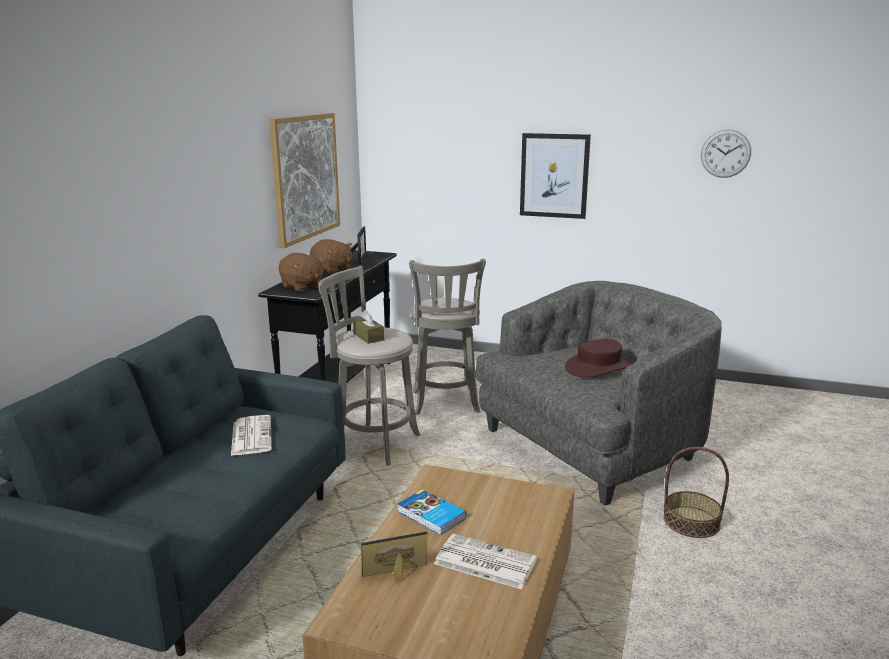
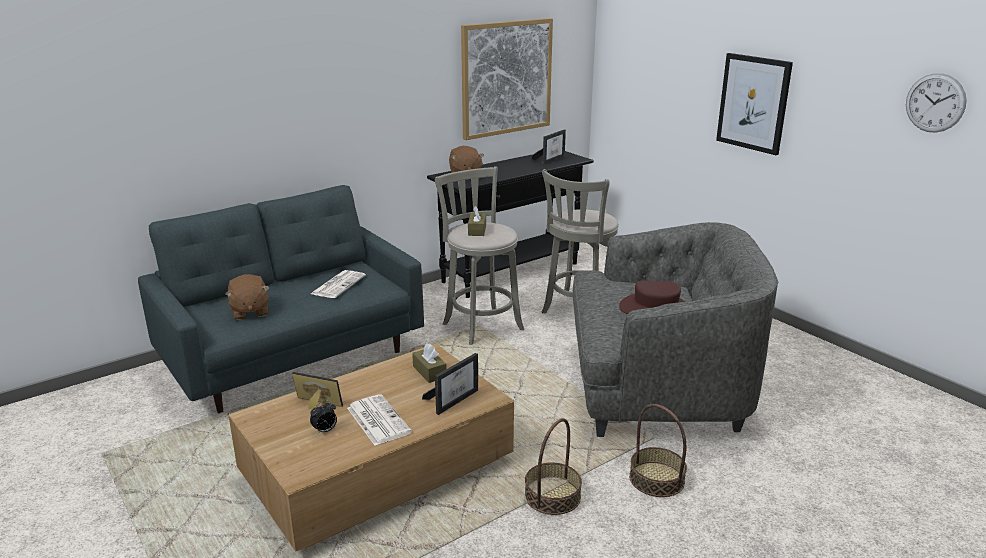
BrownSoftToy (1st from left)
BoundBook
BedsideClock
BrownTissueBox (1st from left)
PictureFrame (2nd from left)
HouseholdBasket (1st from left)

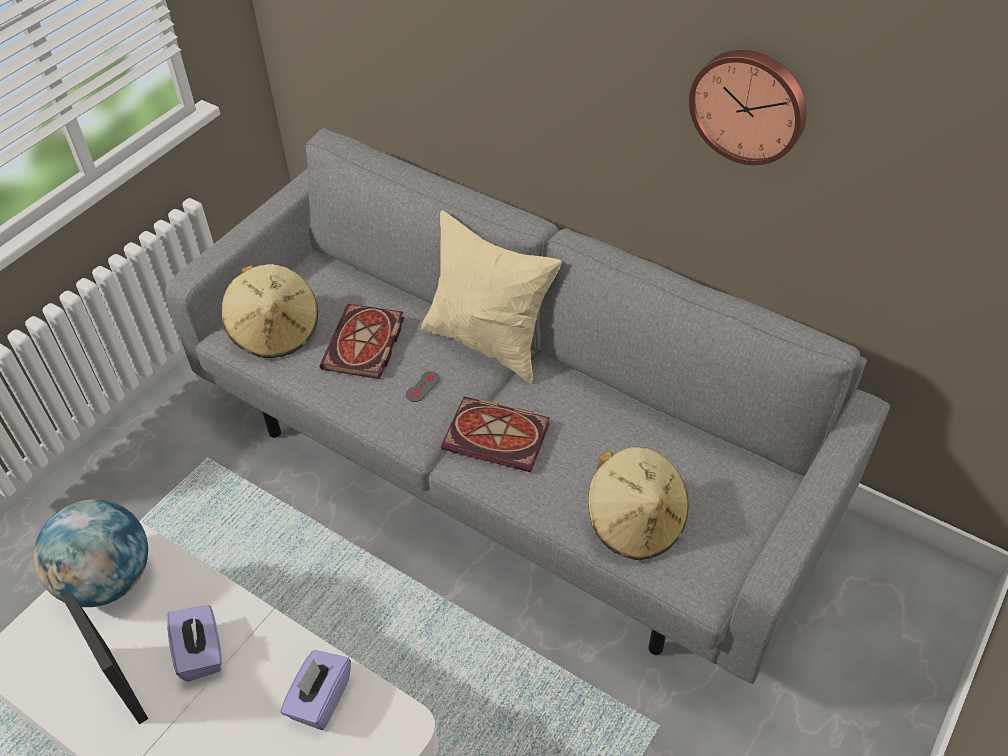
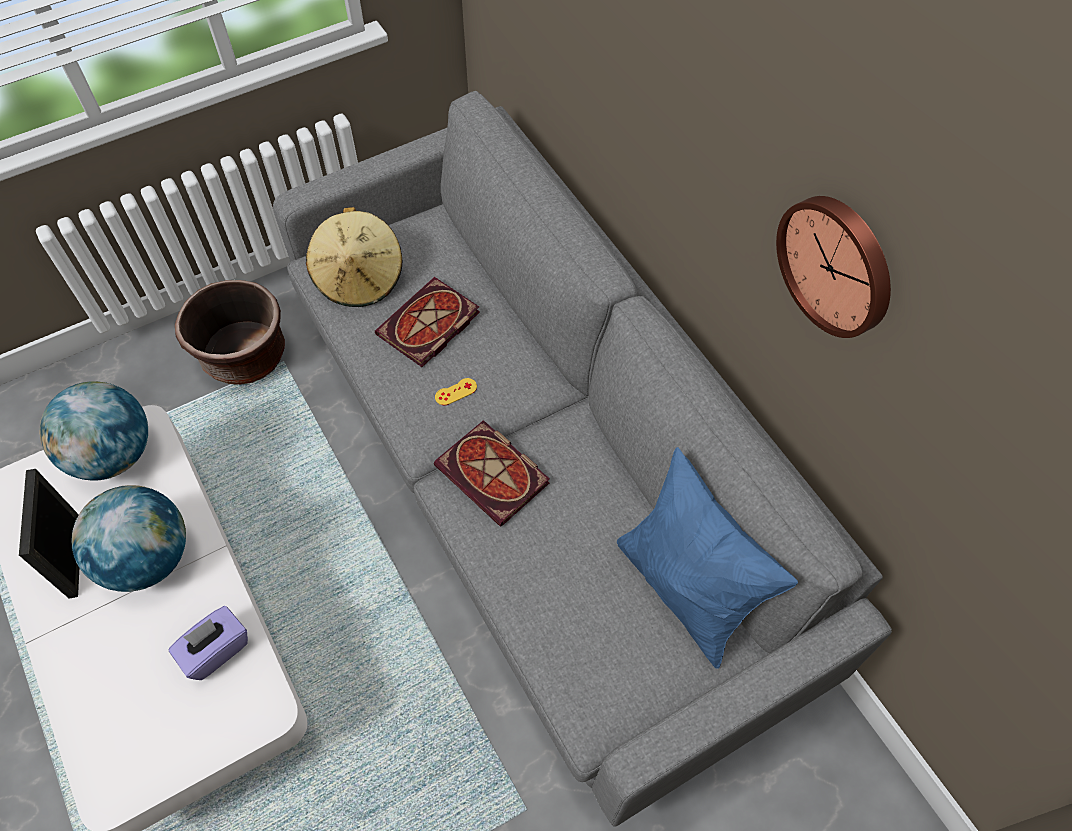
DeskGlobe (2nd from left)
YellowColouredGamepad
SandColouredPillow
SandColouredWearableHat (2nd from left in the first image)
BrownPlanter
BlueColouredPillow

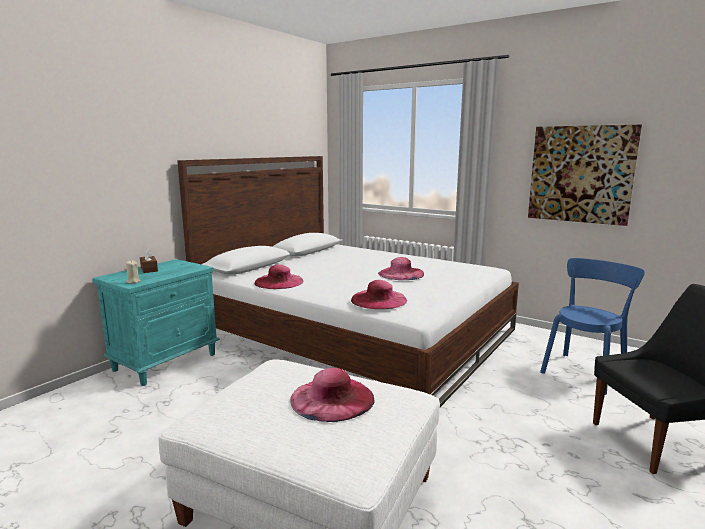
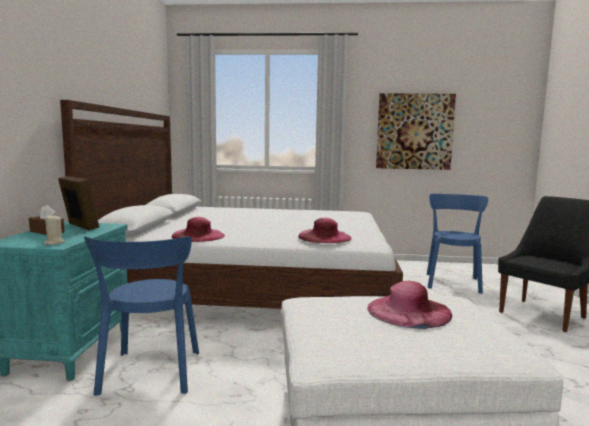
PinkWearableHat (4th from left in the first image)
PictureFrame
BlueColouredChair (1st from left)

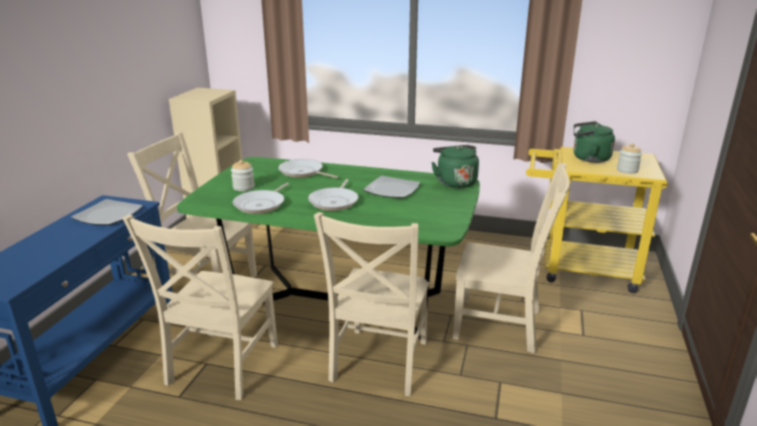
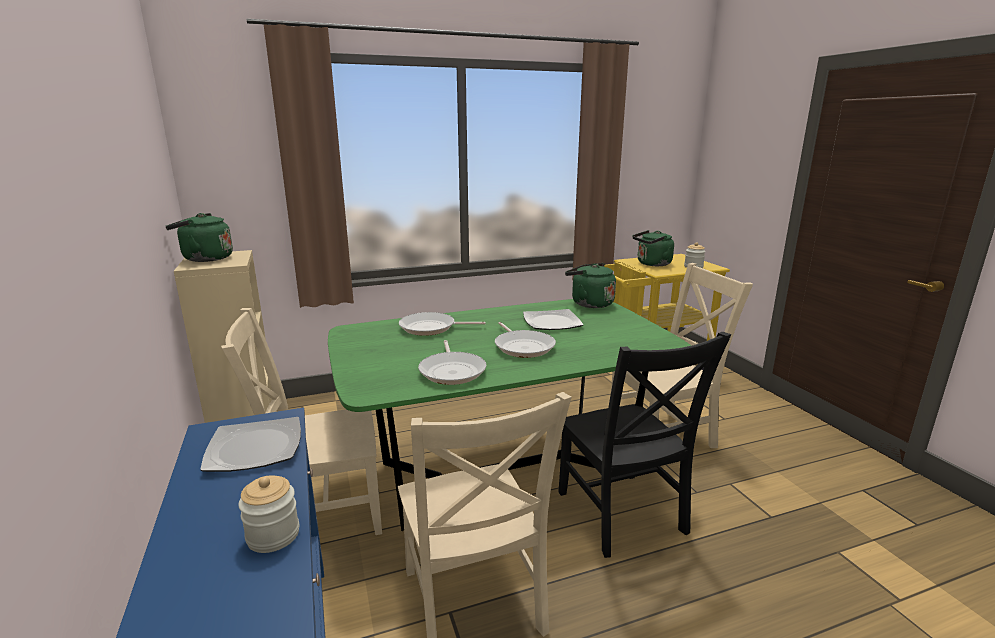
StorageJar (1st from left)
BlackChair
GreenColouredKettle (1st from left)

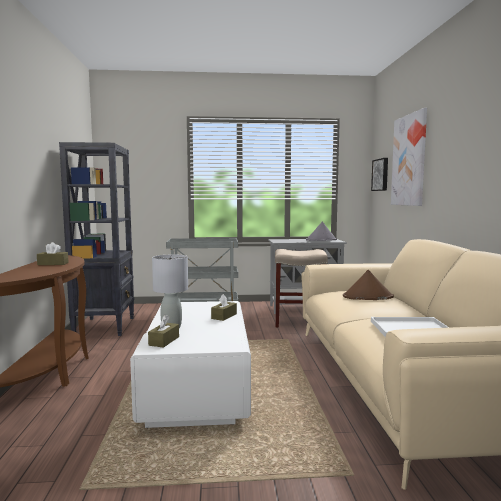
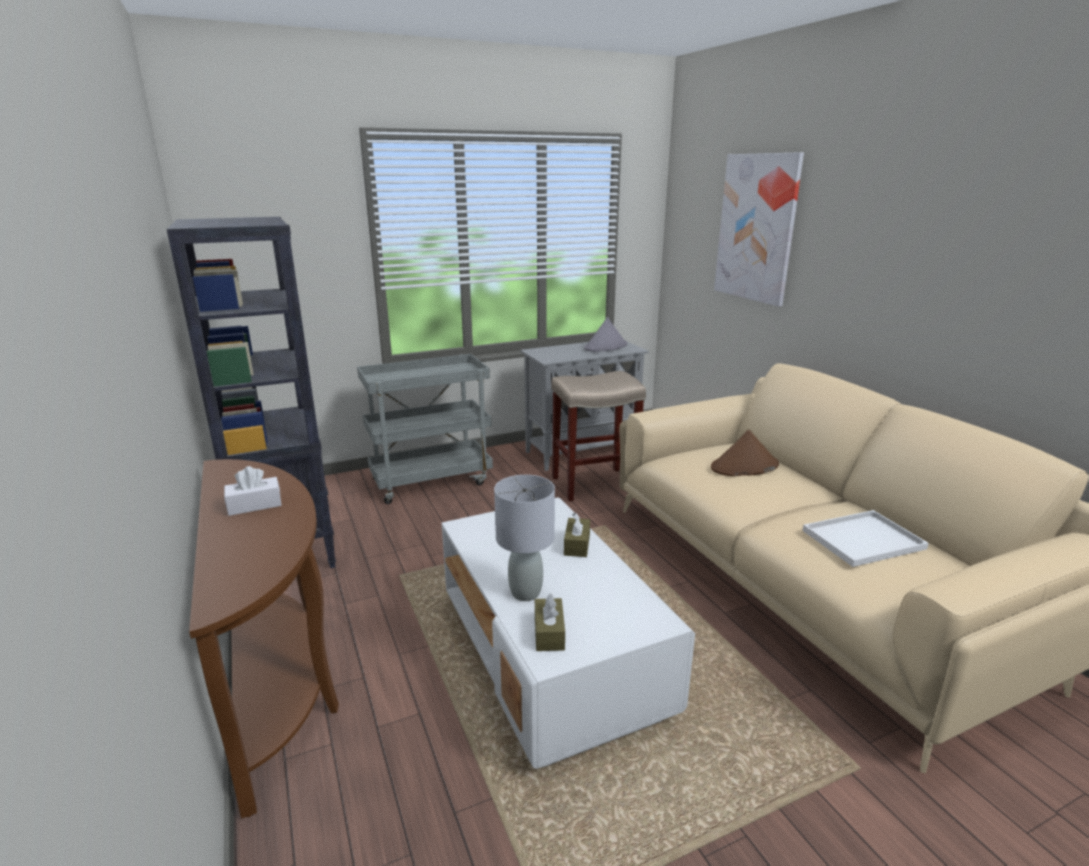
WhiteColouredTissueBox
WallPicture (1st from left in the first image)

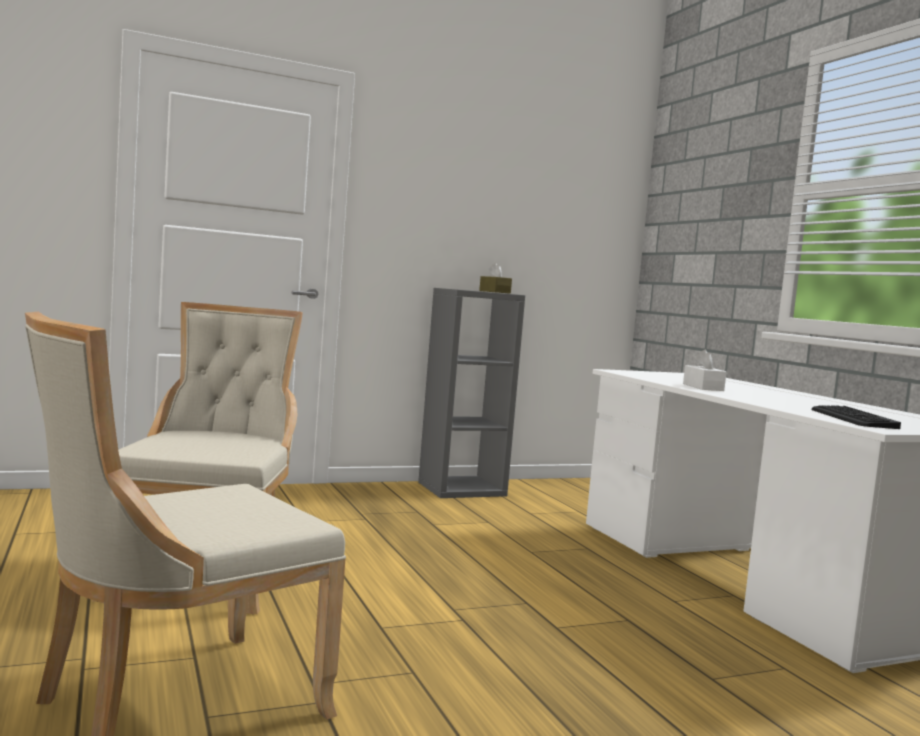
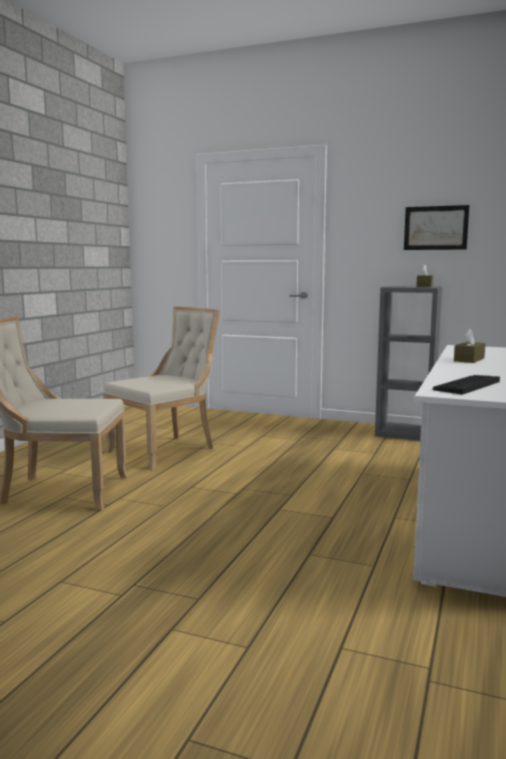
BrownTissueBox (2nd from left)
WallPicture

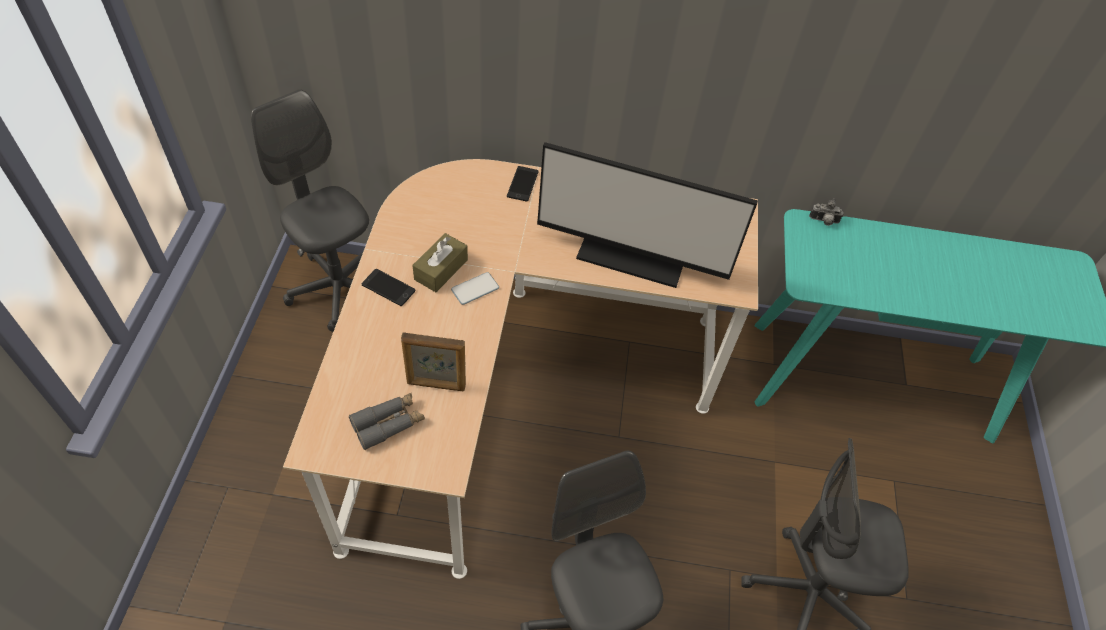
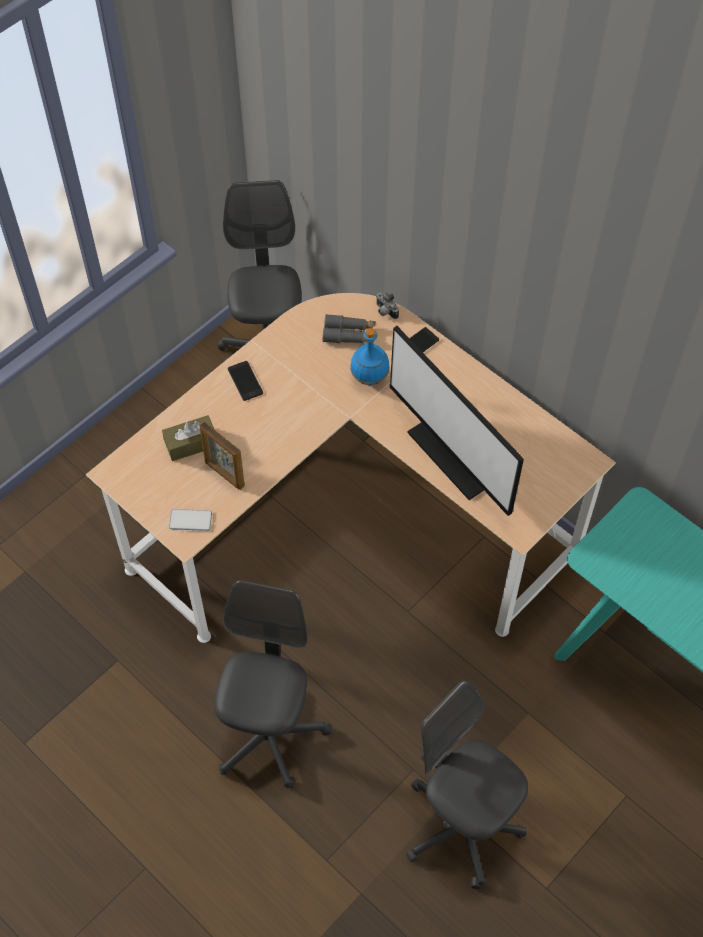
GreyishBinoculars
BrownTissueBox
Telephone (1st from left)
PhotoCamera
BlueColouredBeverageBottle

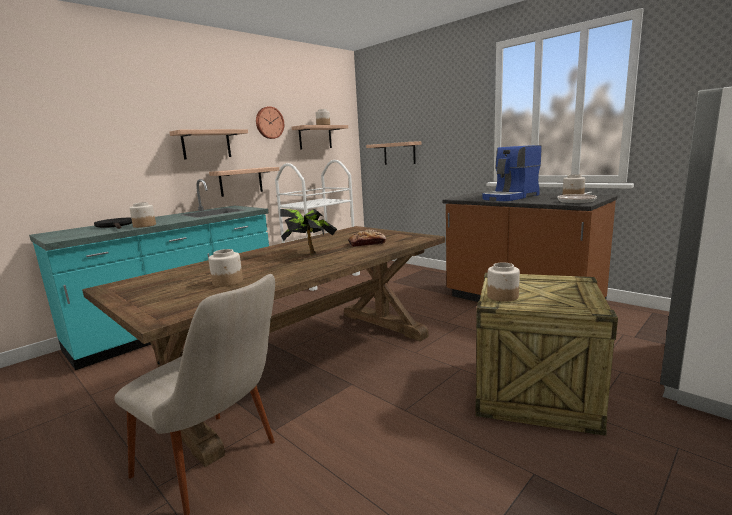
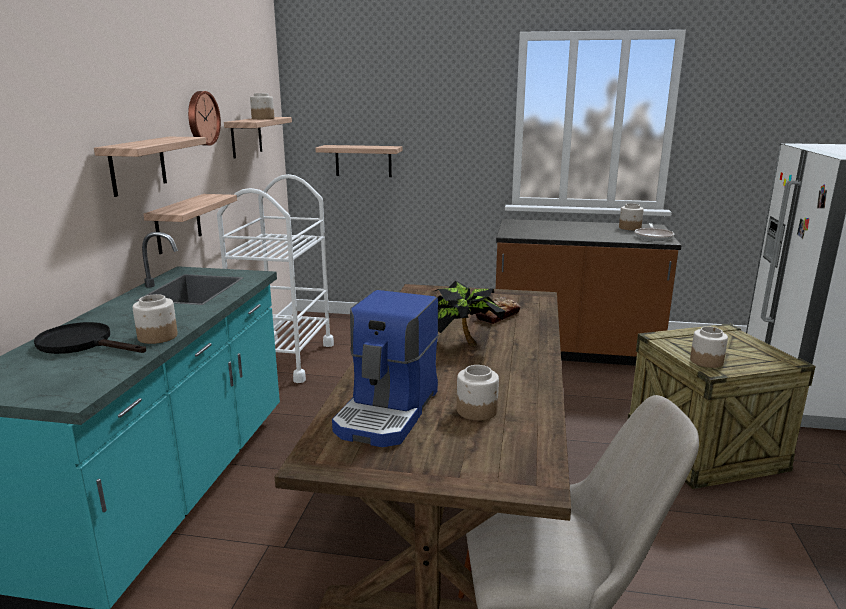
CoffeeBrewer

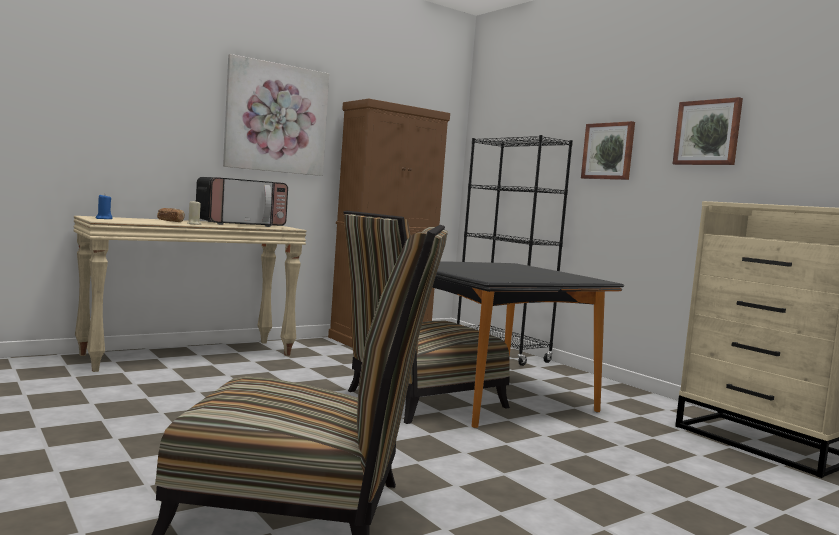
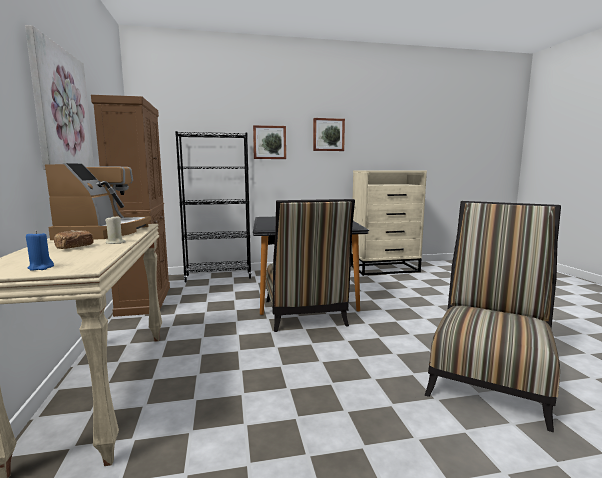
CoffeeBrewer

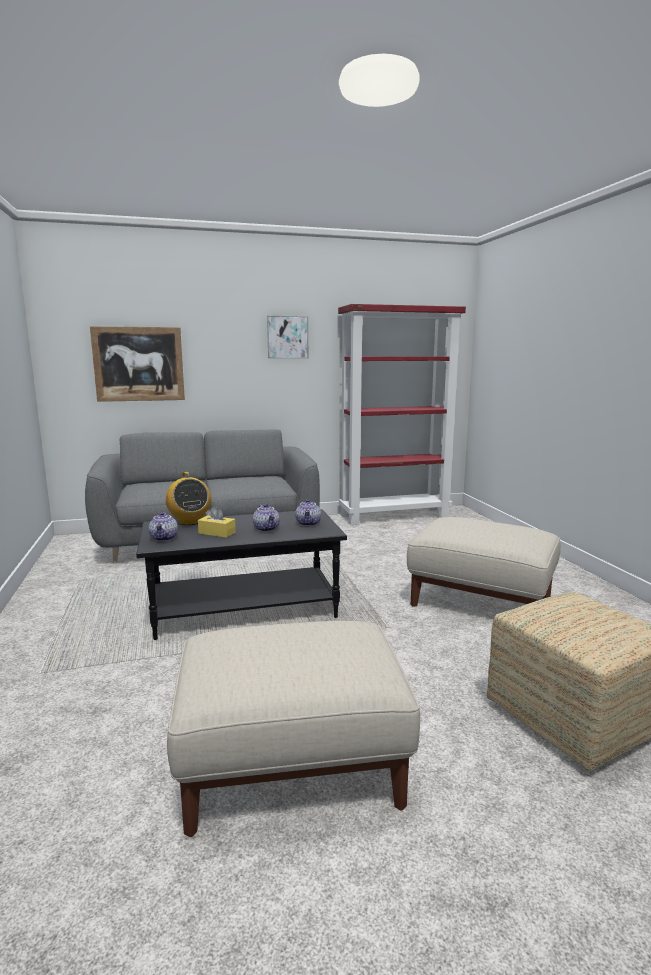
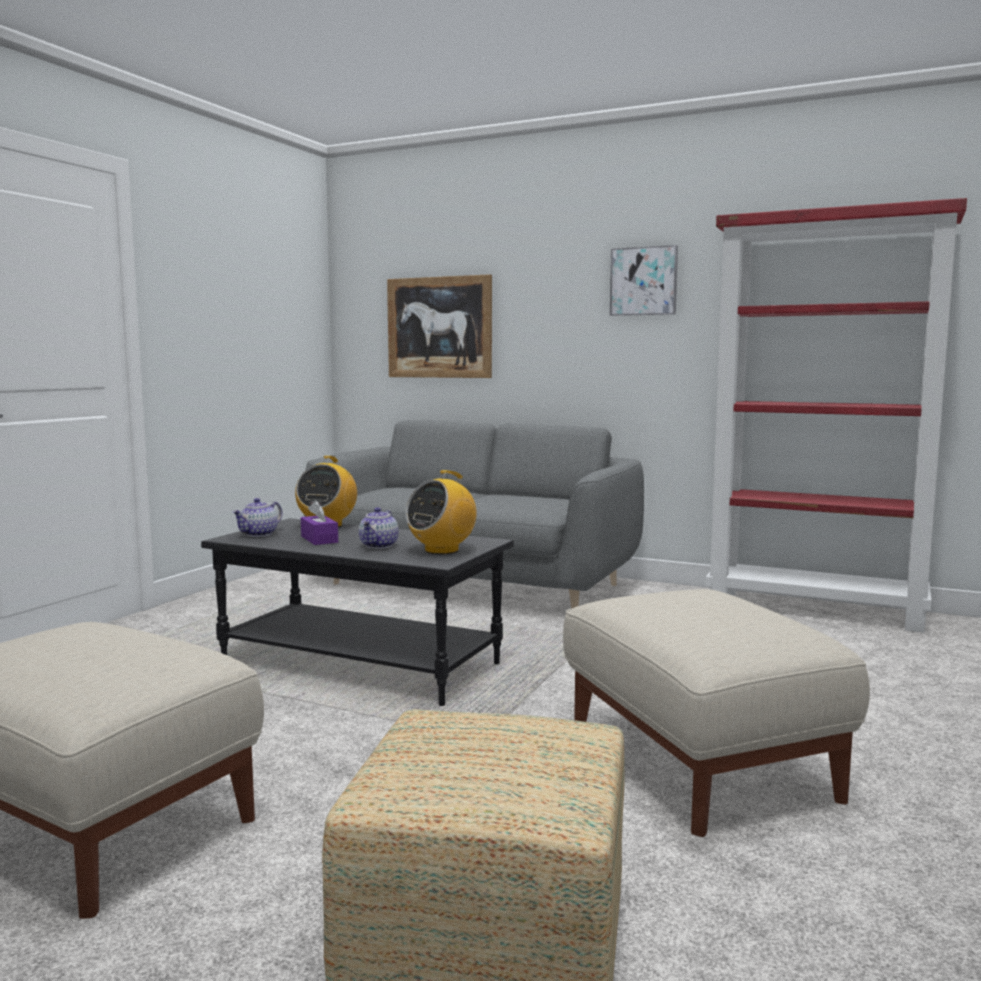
PurplishTissueBox
RadioSet (2nd from left)

